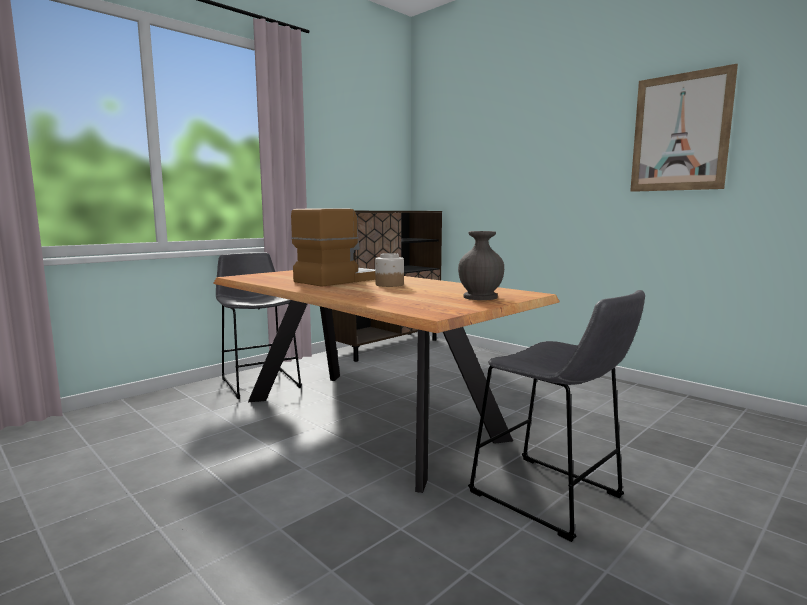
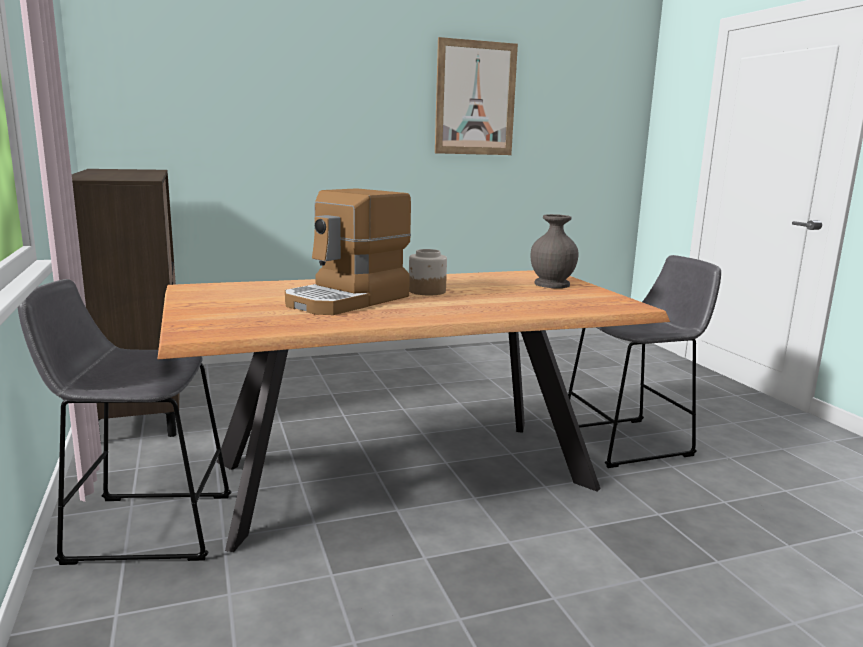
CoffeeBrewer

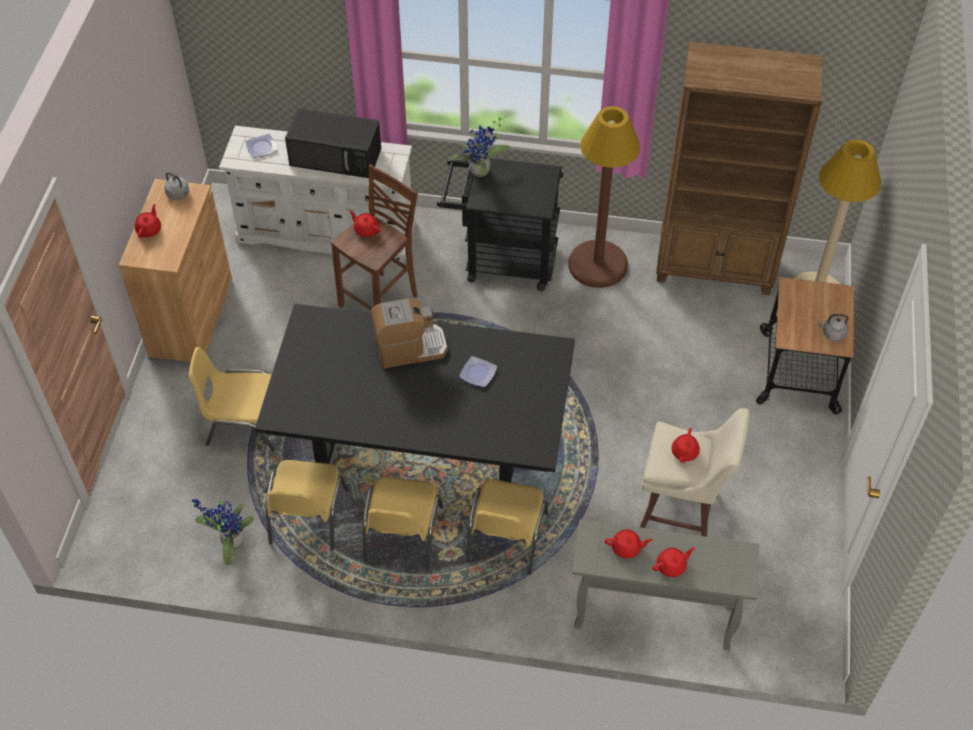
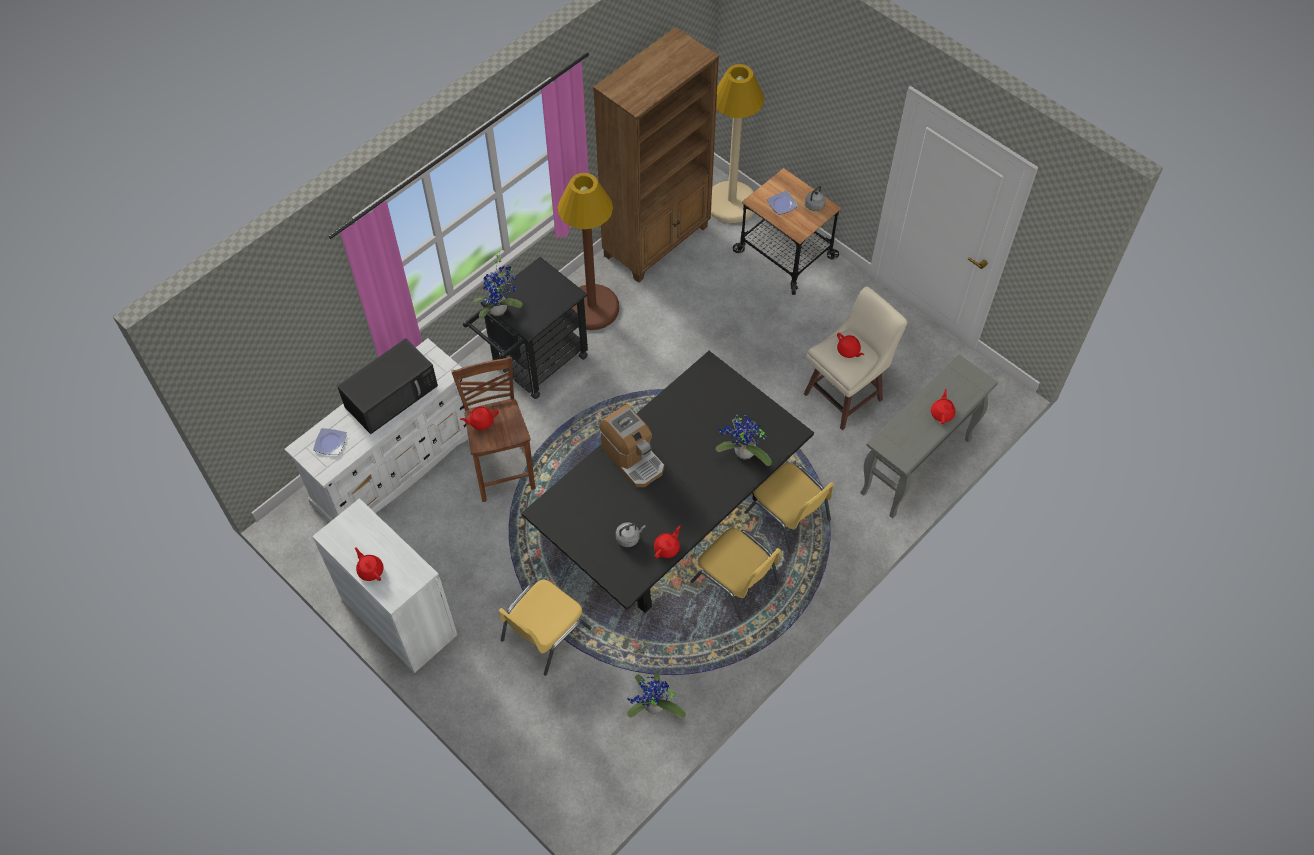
WhiteColouredCabinet
GreyishKettle (1st from left)
YellowColouredChair (2nd from left in the first image)
CoffeeBrewer
FlatDish (2nd from left)
RedTeapot (3rd from left)
PlantInAPot (3rd from left)

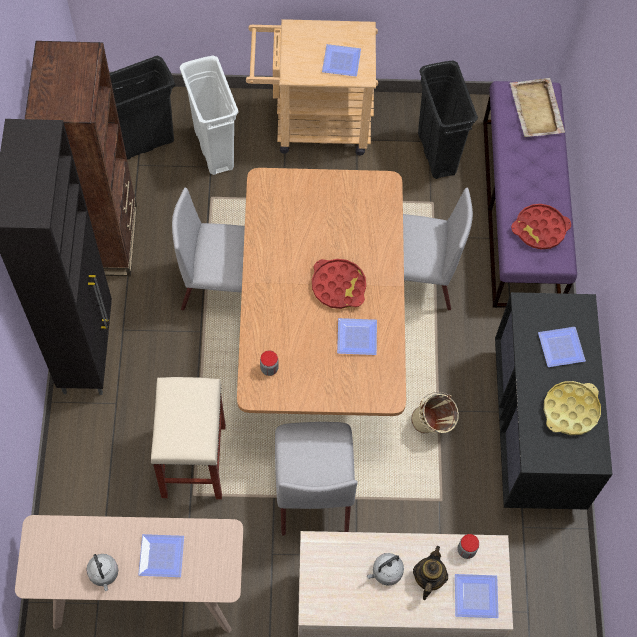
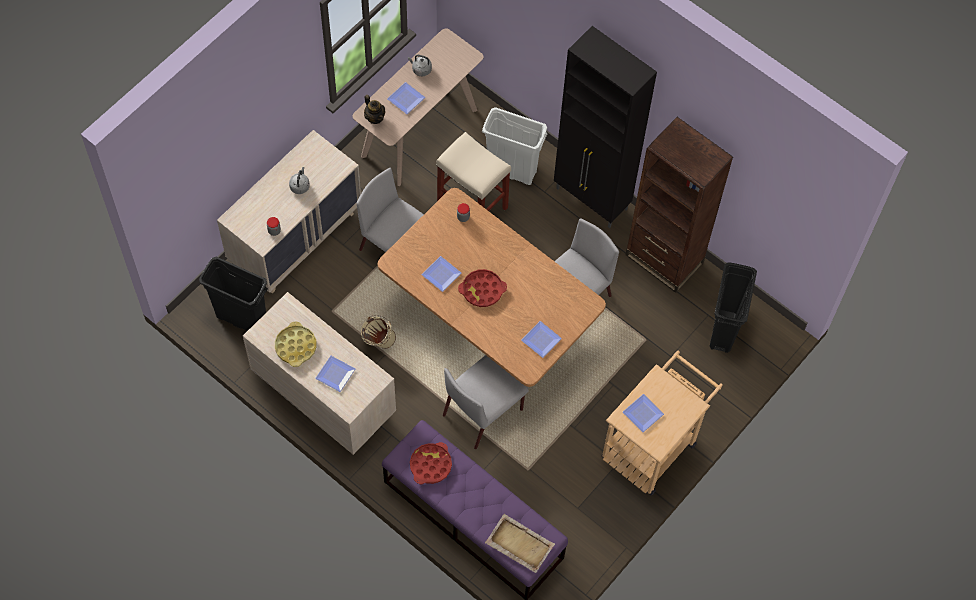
WhiteColouredRubbishBin
Teapot
BlackRubbishBin (1st from left)
FlatDish (4th from left)
SandColouredDresser (2nd from left)

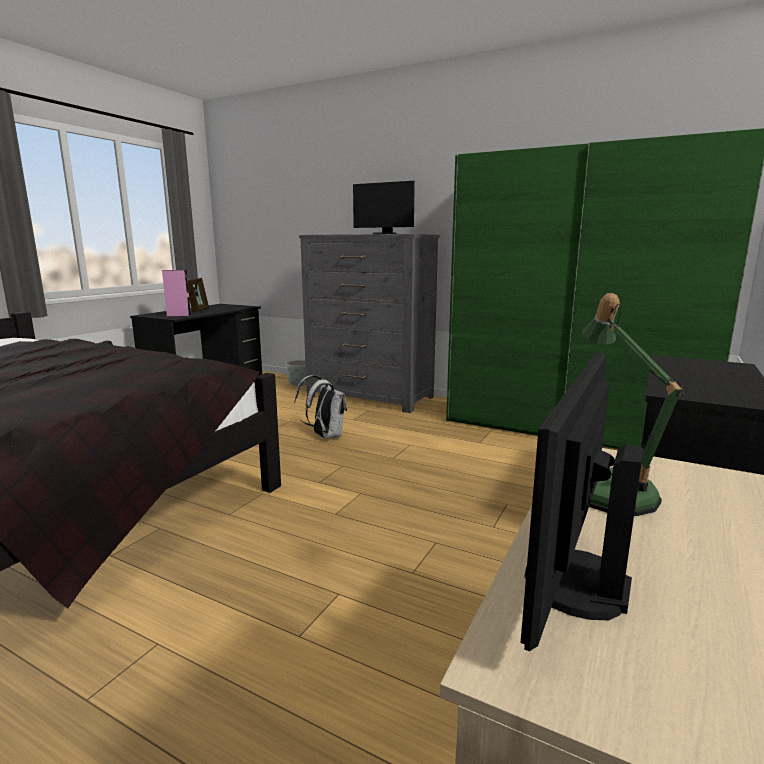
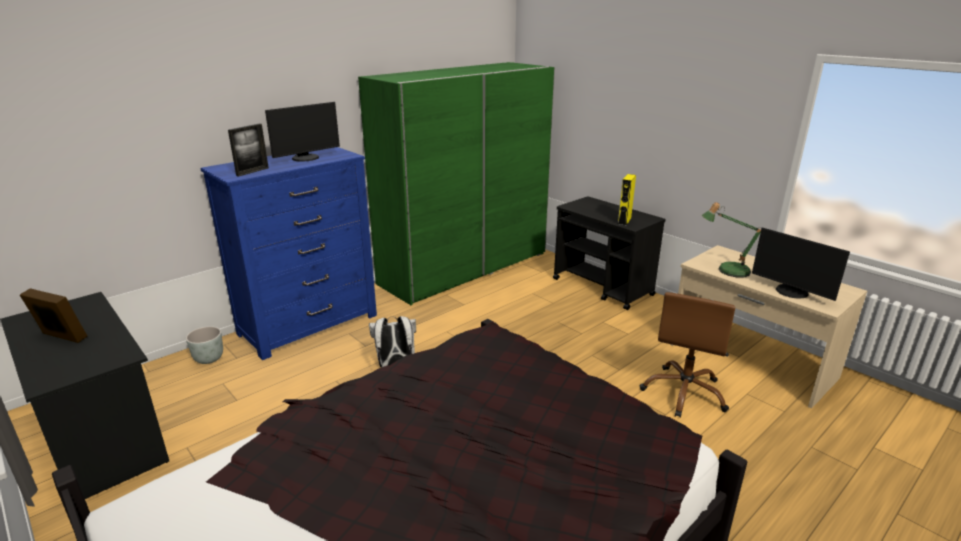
PinkAudioSpeaker
BlueColouredDresser
PictureFrame (2nd from left)
YellowColouredAudioSpeaker
BrownOfficeChair

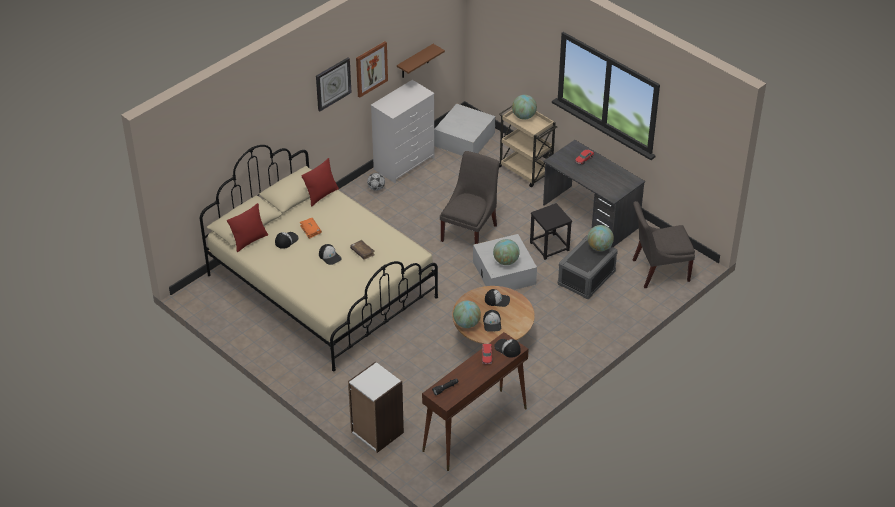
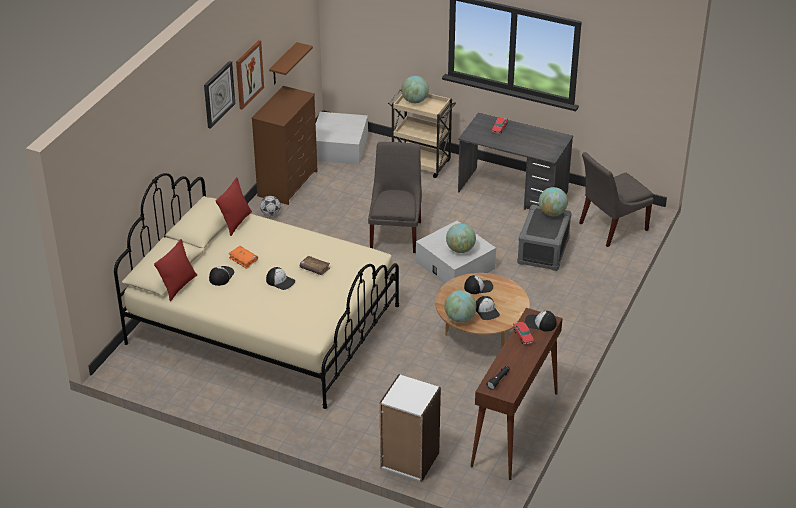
BrownDresser
BlackStoolSeat

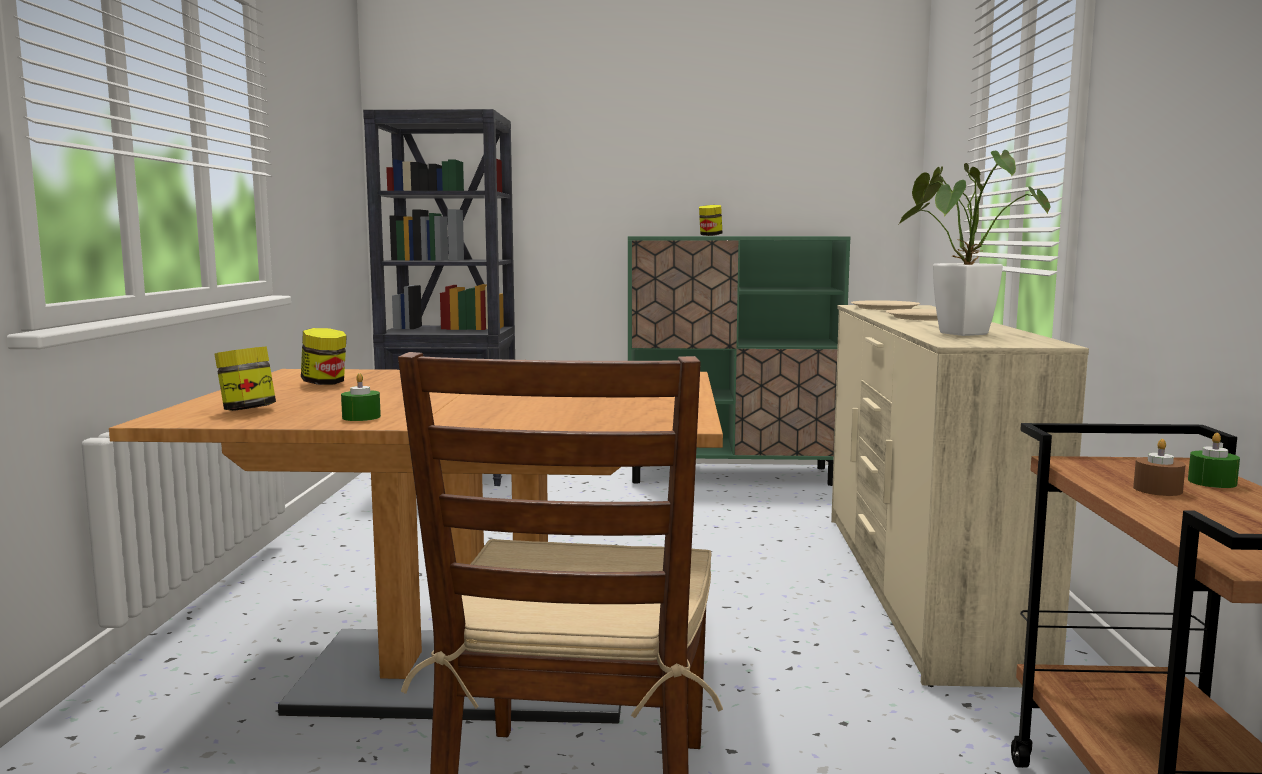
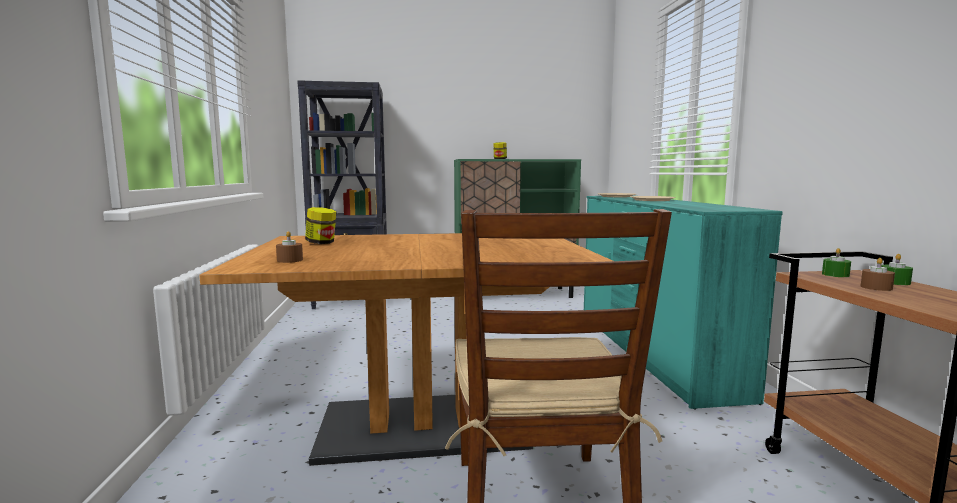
BrownCandle (1st from left)
GreenColouredCandle (1st from left)
TurquoiseColouredDresser
PlantInAPot

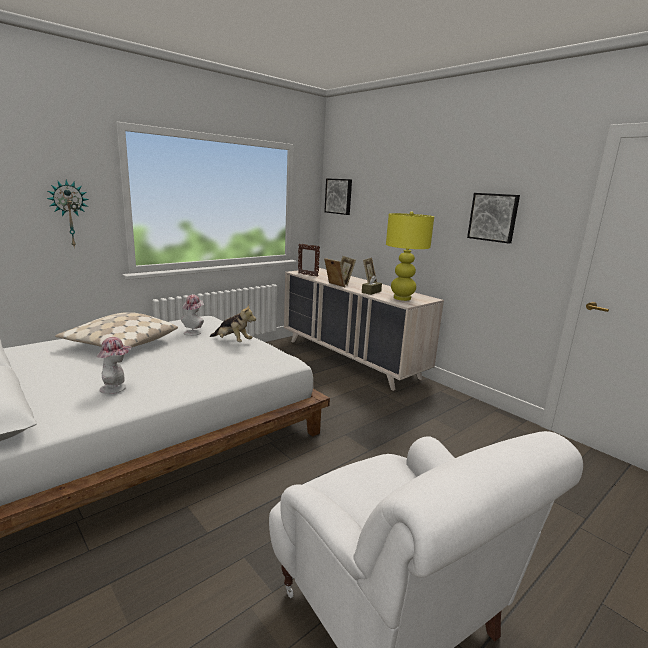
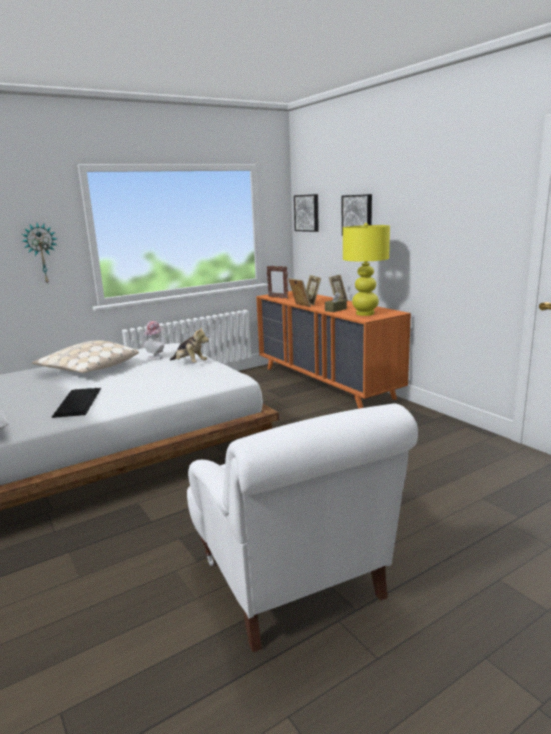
Keyboard
OrangeColouredDresser
WallPicture (2nd from left)

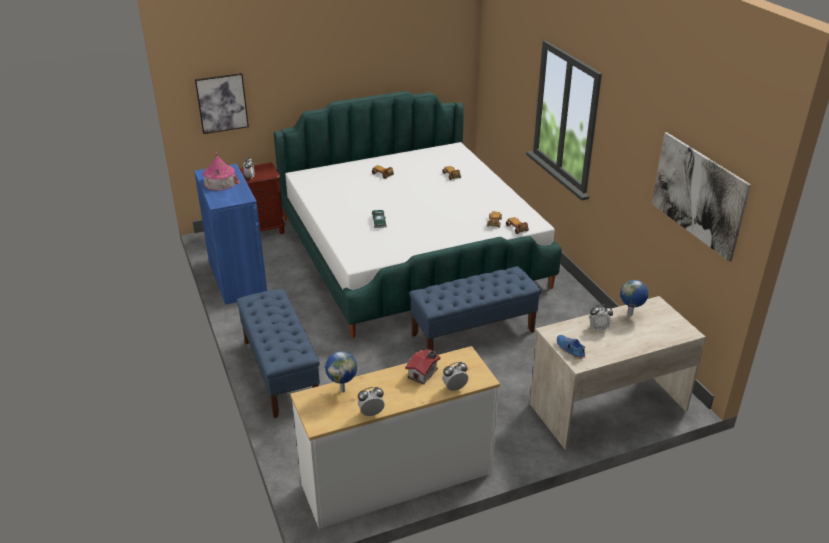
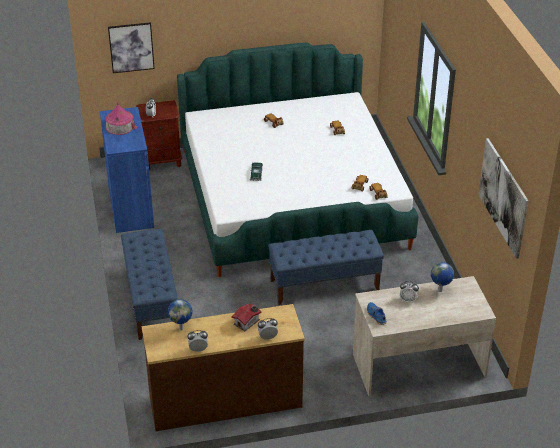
BrownDresser

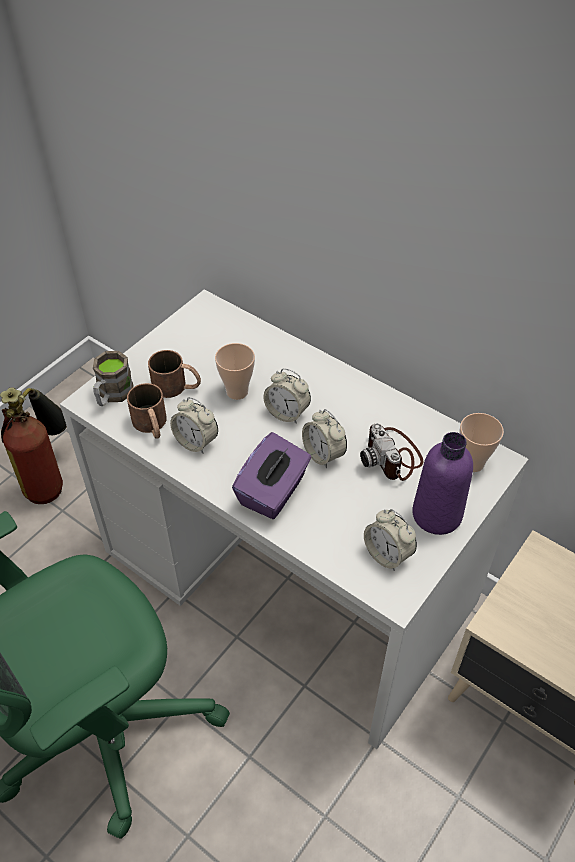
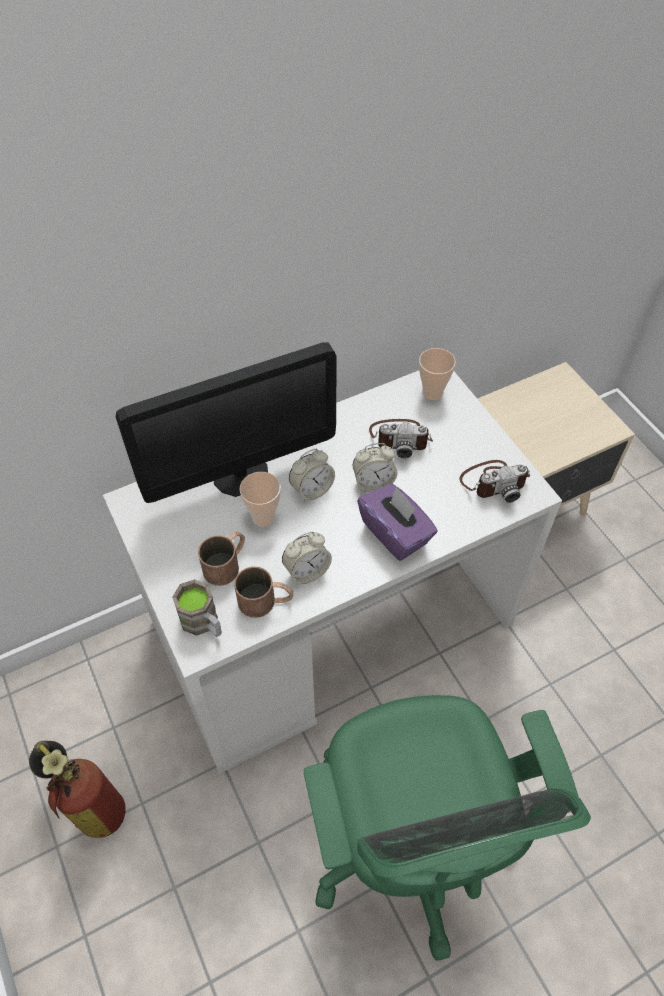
PhotoCamera (2nd from left)
PurplishBeverageBottle
Monitor

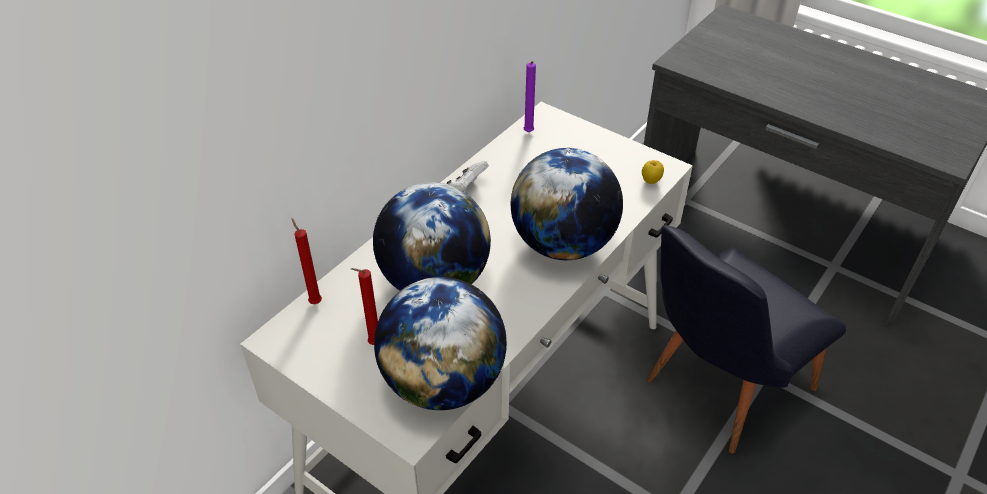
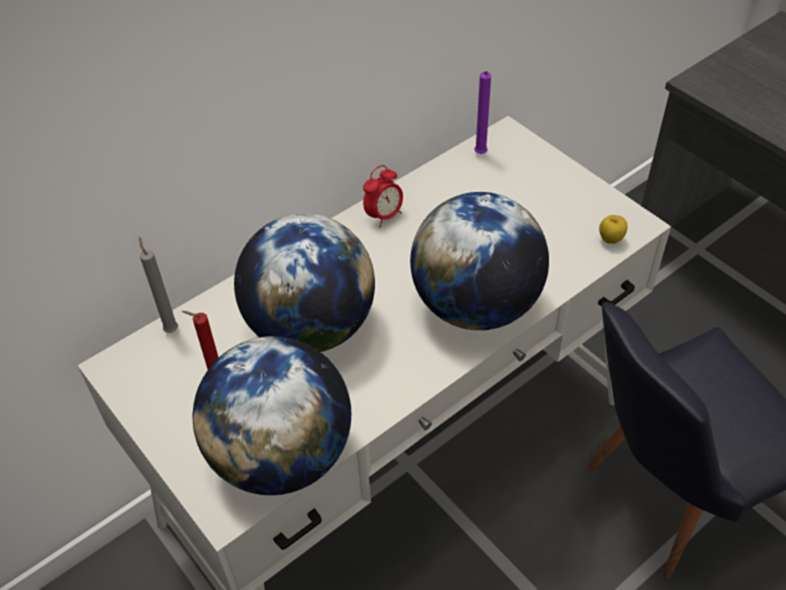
GreyishCandle
BedsideClock

